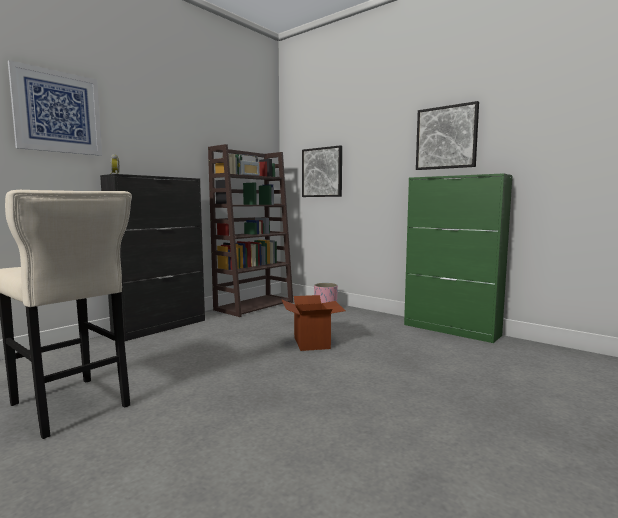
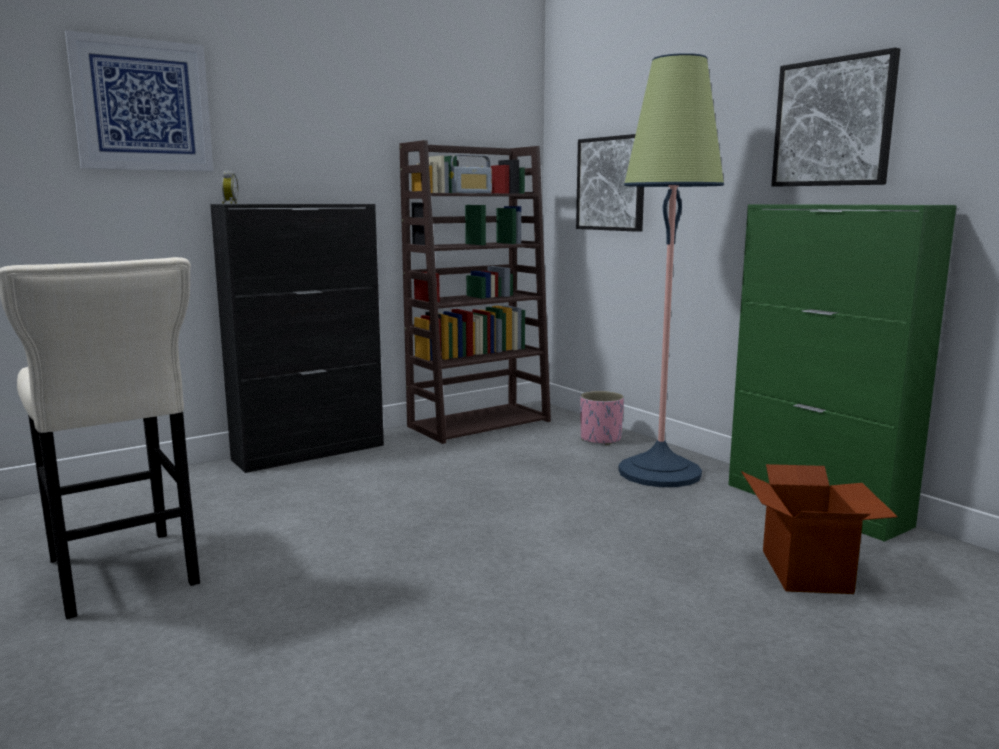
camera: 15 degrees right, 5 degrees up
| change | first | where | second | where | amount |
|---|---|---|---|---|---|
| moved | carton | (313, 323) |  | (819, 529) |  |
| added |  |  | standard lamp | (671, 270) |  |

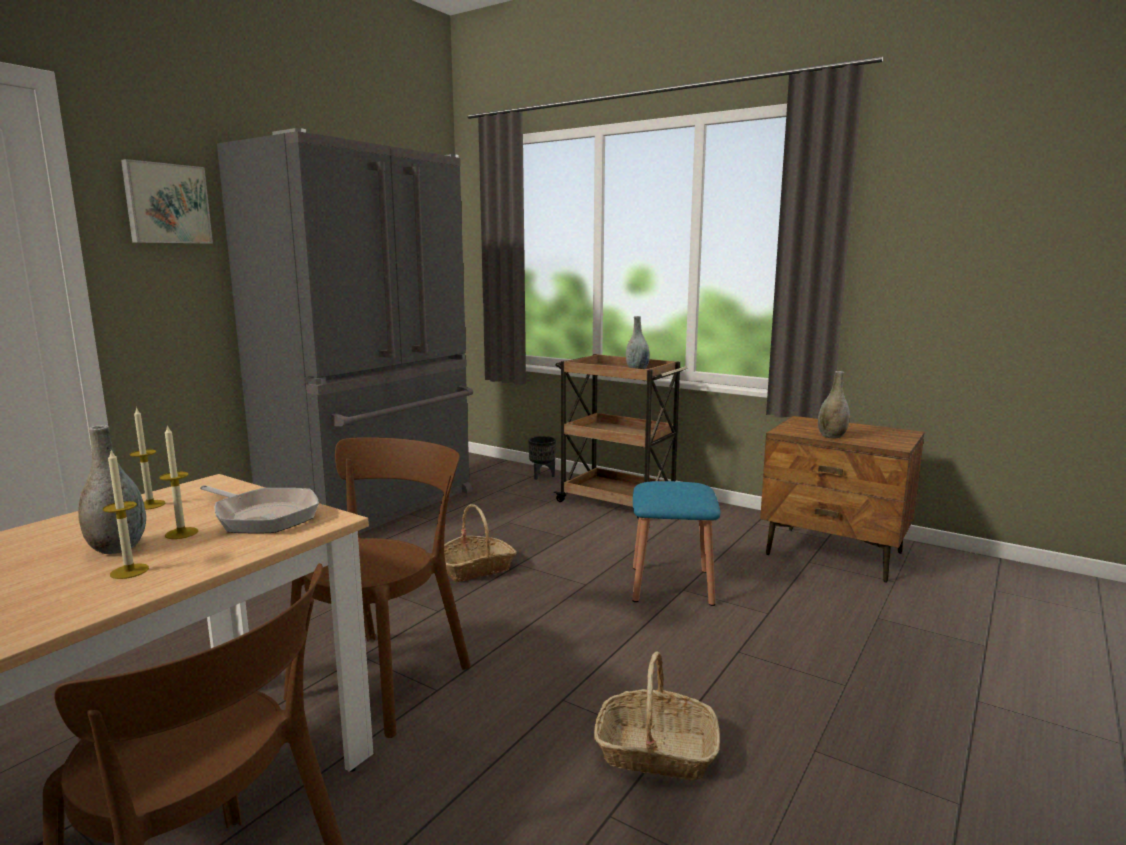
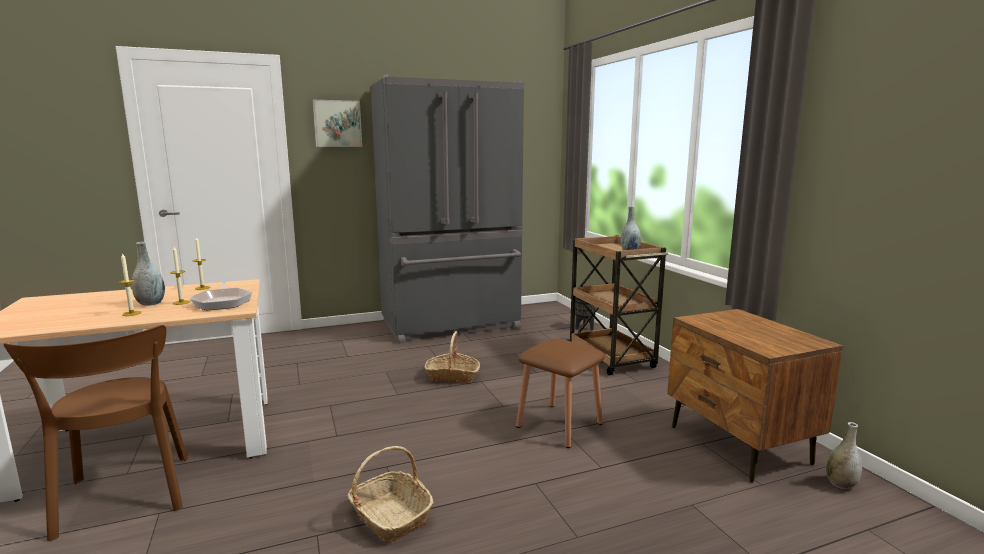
camera: 35 degrees right, 0 degrees up
| change | first | where | second | where | amount |
|---|---|---|---|---|---|
| moved | grey flower vase | (834, 404) |  | (844, 455) |  |
| removed | brown plain chair | (377, 587) |  |  |  |
| recoloured | blue stool seat | (676, 543) | brown stool seat | (560, 393) |  |

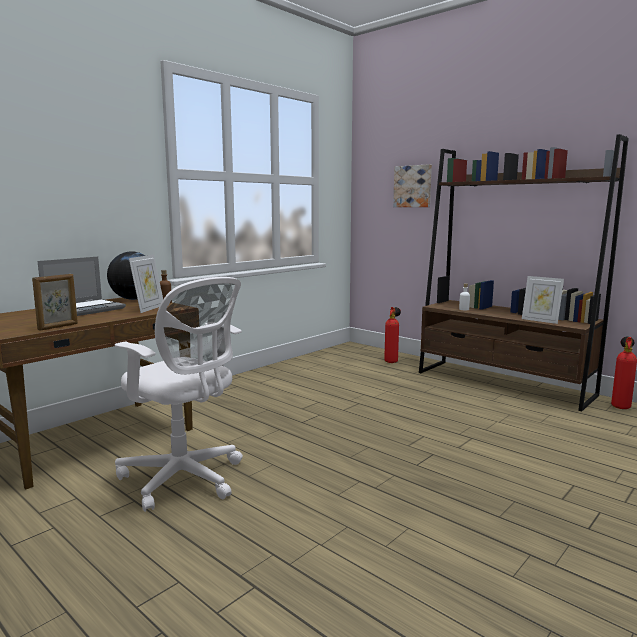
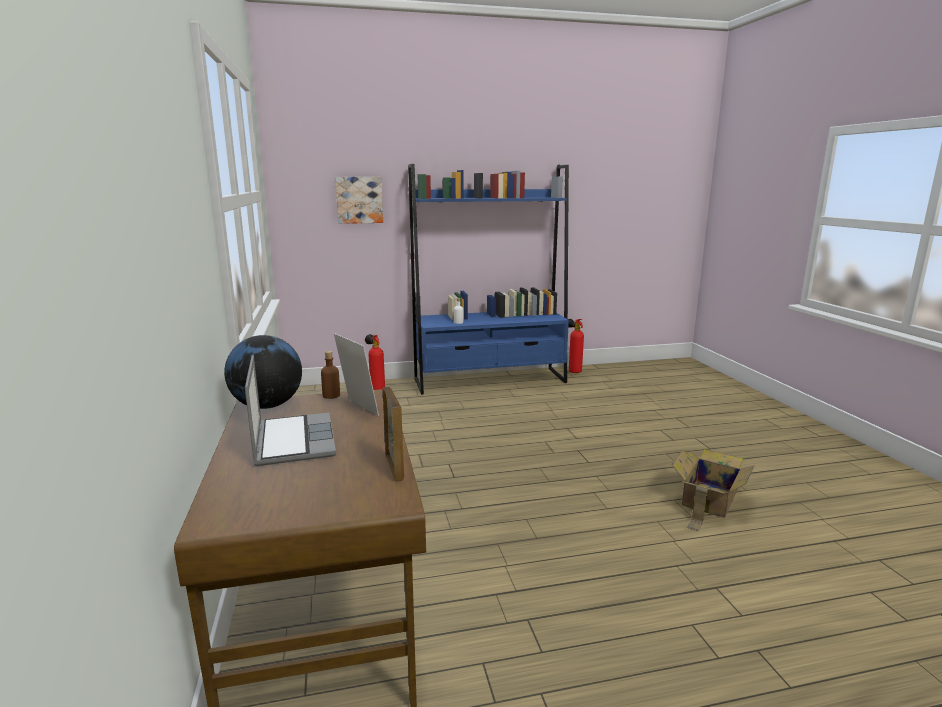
camera: 55 degrees left, 5 degrees up
| change | first | where | second | where | amount |
|---|---|---|---|---|---|
| recoloured | brown bookshelf | (524, 273) | blue bookshelf | (488, 279) |  |
| removed | standing frame | (543, 300) |  |  |  |
| removed | white-coloured office chair | (179, 394) |  |  |  |
| added |  |  | carton | (713, 490) |  |

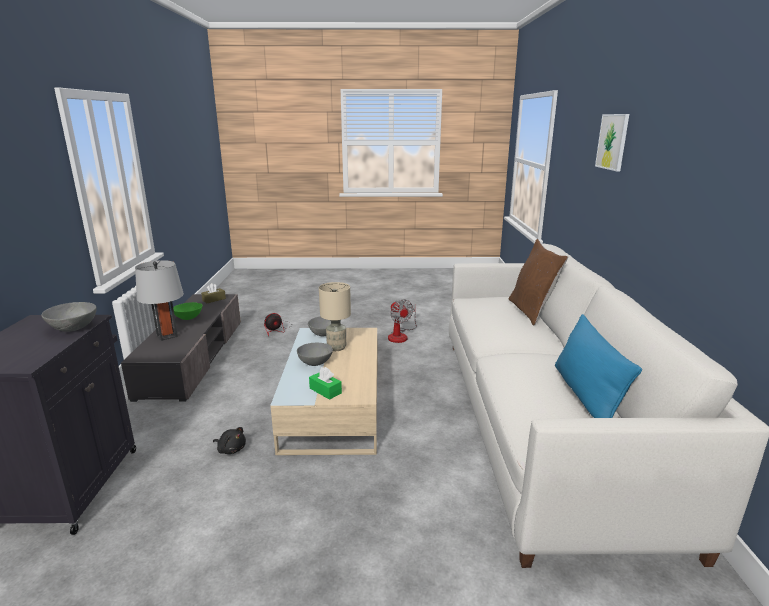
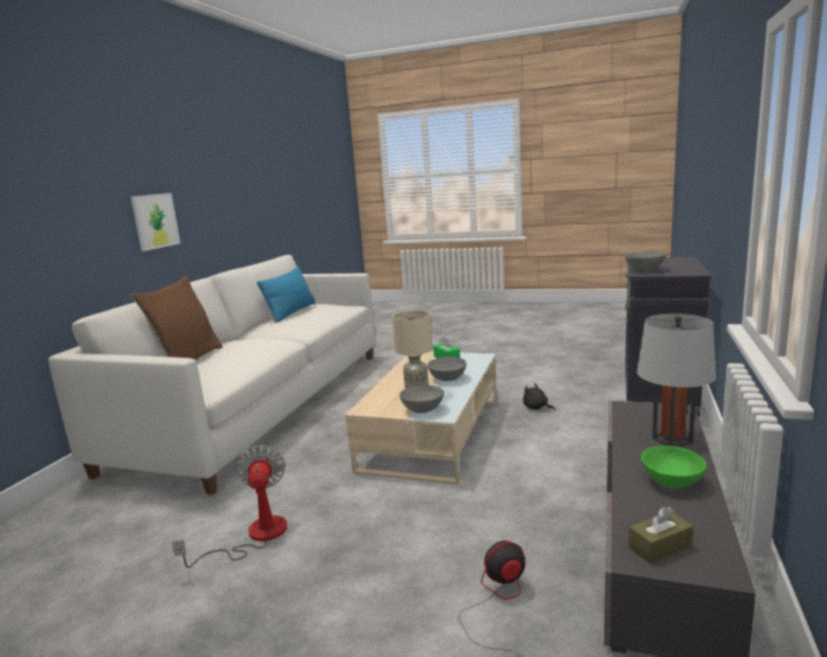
camera: 160 degrees left, 5 degrees down
| change | first | where | second | where | amount |
|---|---|---|---|---|---|
| moved | wall picture | (612, 142) |  | (156, 222) |  |

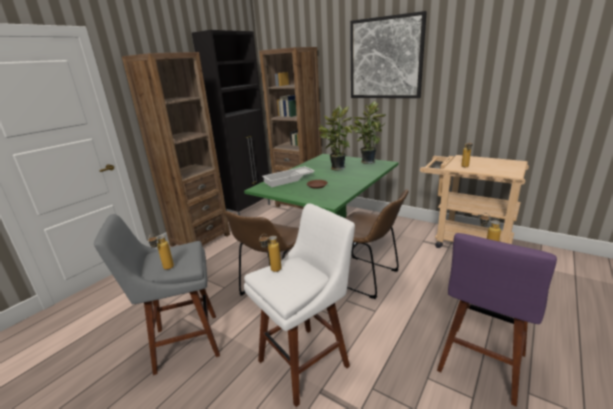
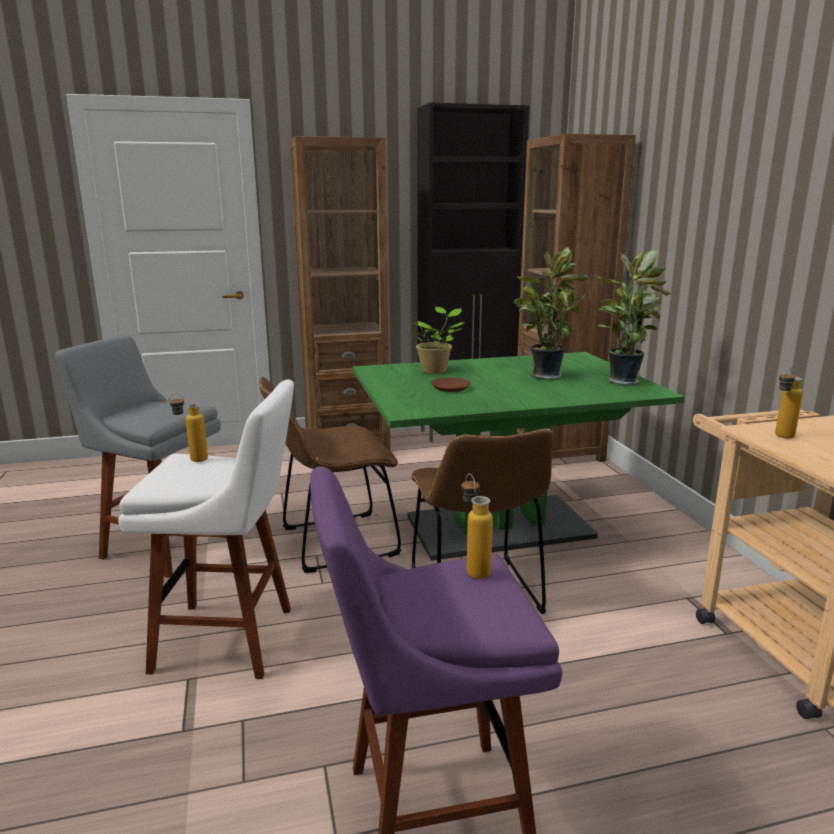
camera: 40 degrees right, 5 degrees down
| change | first | where | second | where | amount |
|---|---|---|---|---|---|
| removed | wall picture | (388, 54) |  |  |  |
| replaced | white-coloured carrying tray | (288, 176) | plant in a pot | (438, 340) |  |
| removed | bottle | (161, 252) |  |  |  |

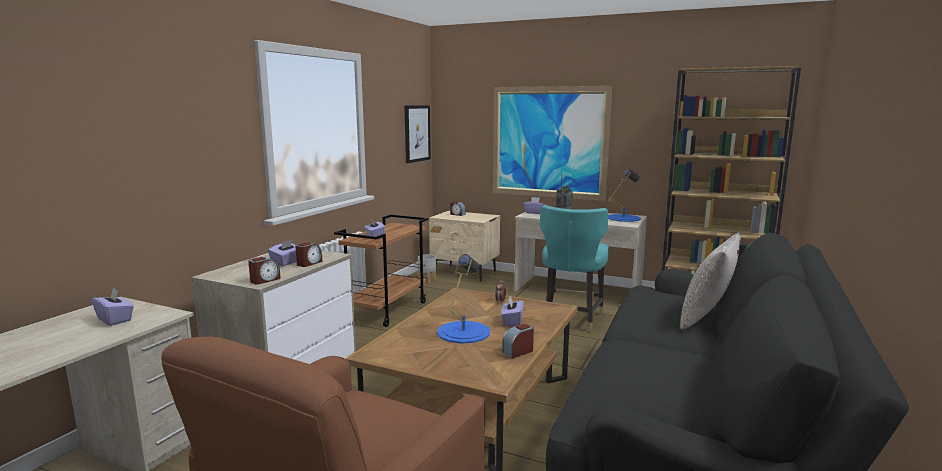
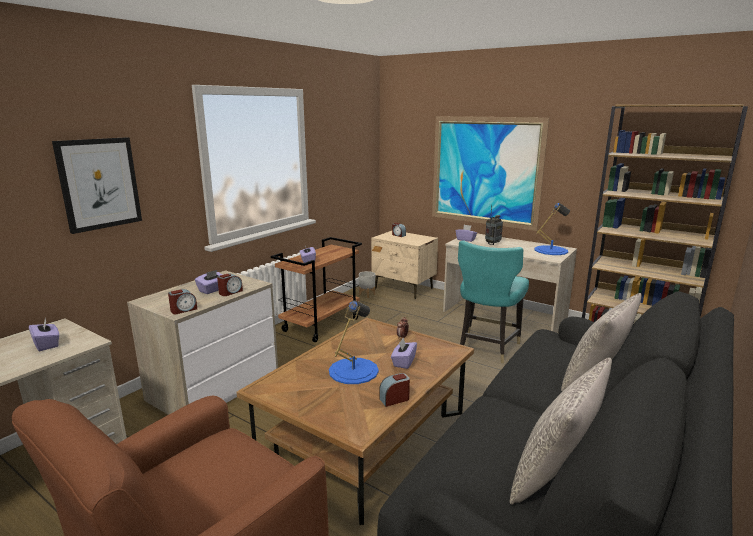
camera: 10 degrees right, 5 degrees up
| change | first | where | second | where | amount |
|---|---|---|---|---|---|
| moved | wall picture | (417, 134) |  | (97, 185) |  |
| added |  |  | grey throw pillow | (561, 431) |  |

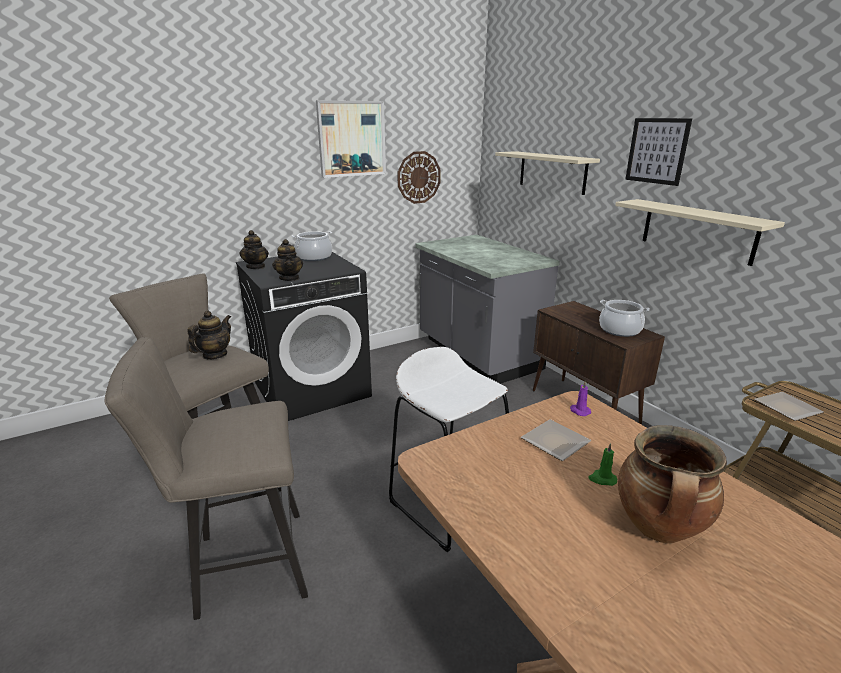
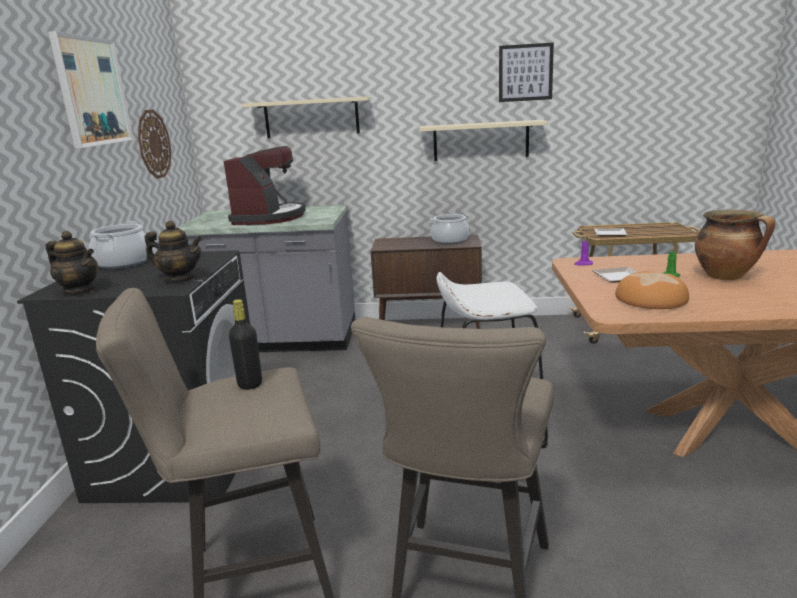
camera: 55 degrees left, 5 degrees down
| change | first | where | second | where | amount |
|---|---|---|---|---|---|
| moved | wall picture | (658, 152) |  | (526, 72) |  |
| replaced | teapot | (209, 334) | blackish bottle | (245, 344) |  |
| added |  |  | coffee machine | (264, 185) |  |
| added |  |  | baked bread | (652, 290) |  |

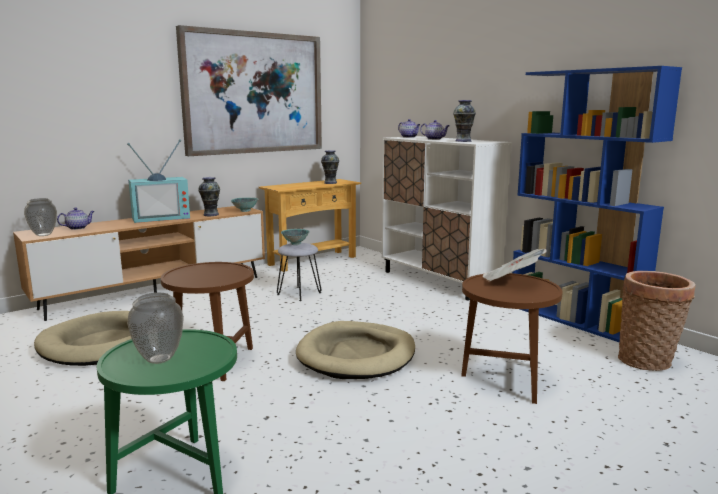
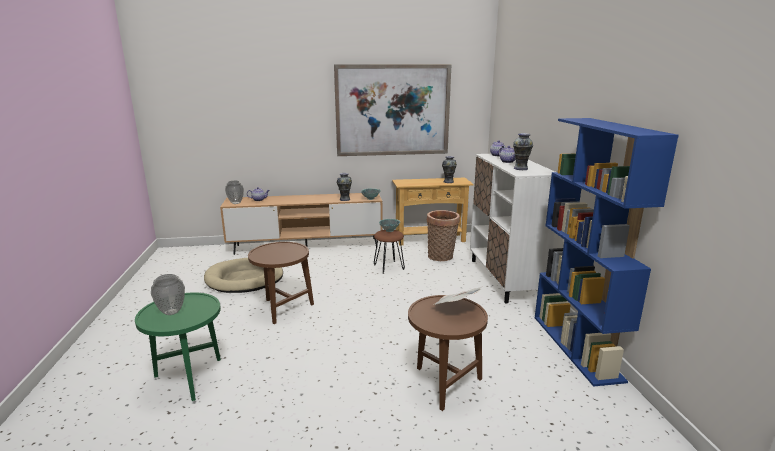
camera: 30 degrees right, 5 degrees up
| change | first | where | second | where | amount |
|---|---|---|---|---|---|
| removed | TV set | (158, 181) |  |  |  |
| recoloured | grey stool seat | (299, 272) | brown stool seat | (389, 252) |  |
| moved | storage basket | (657, 321) |  | (443, 235) |  |
| removed | beige-coloured pet bed | (355, 350) |  |  |  |

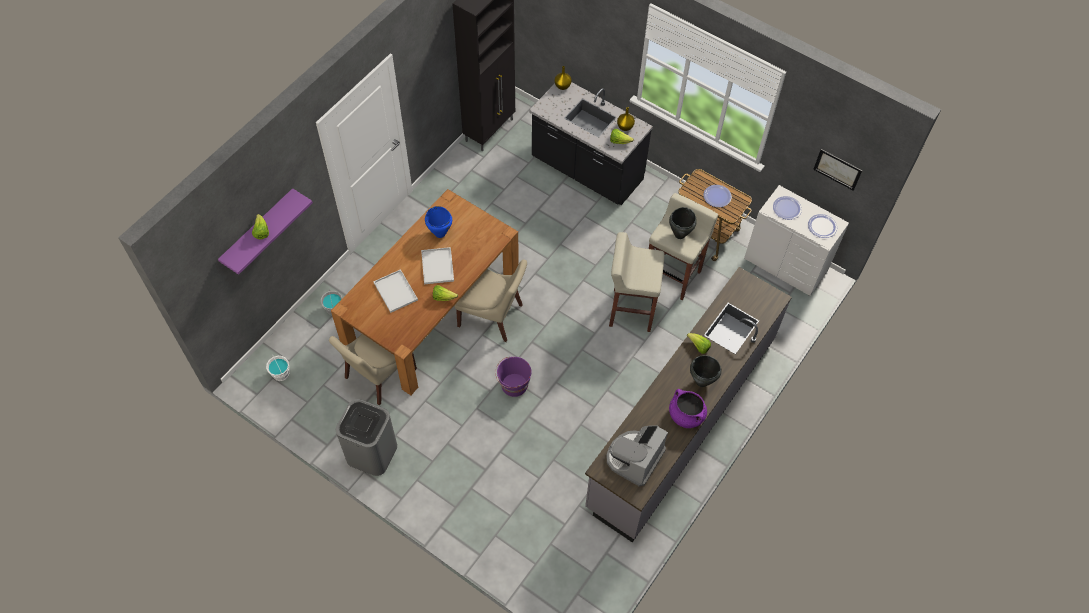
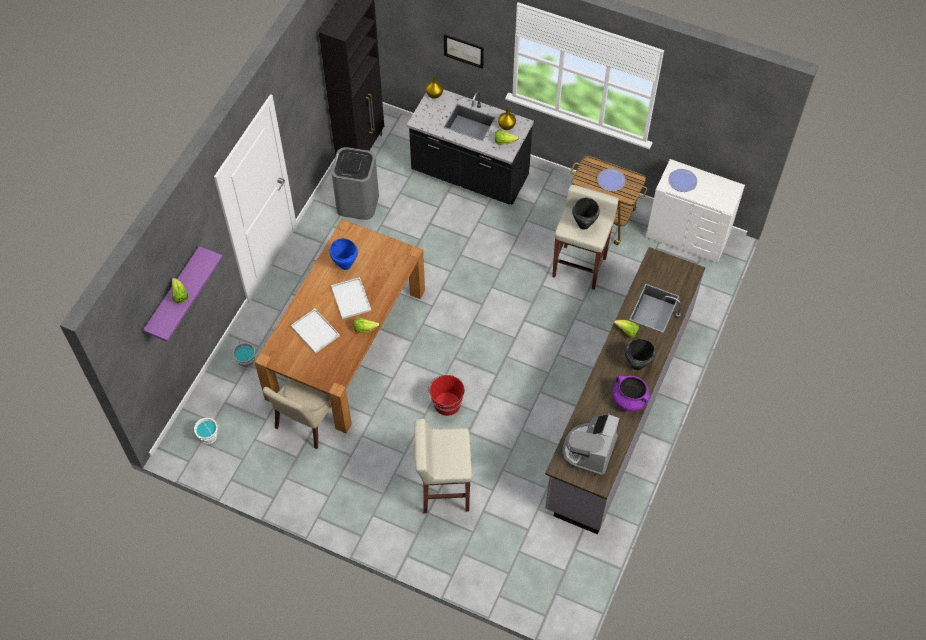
camera: 10 degrees left, 0 degrees up
| change | first | where | second | where | amount |
|---|---|---|---|---|---|
| moved | wall picture | (837, 170) |  | (464, 51) |  |
| removed | dinner plate | (822, 226) |  |  |  |
| moved | beige-coloured stool seat | (637, 282) |  | (443, 466) |  |
| removed | beige-coloured plain chair | (491, 300) |  |  |  |
| recoloured | purplish water bucket | (513, 377) | red-coloured water bucket | (446, 395) |  |
| moved | grey waste bin | (366, 437) |  | (355, 183) |  |

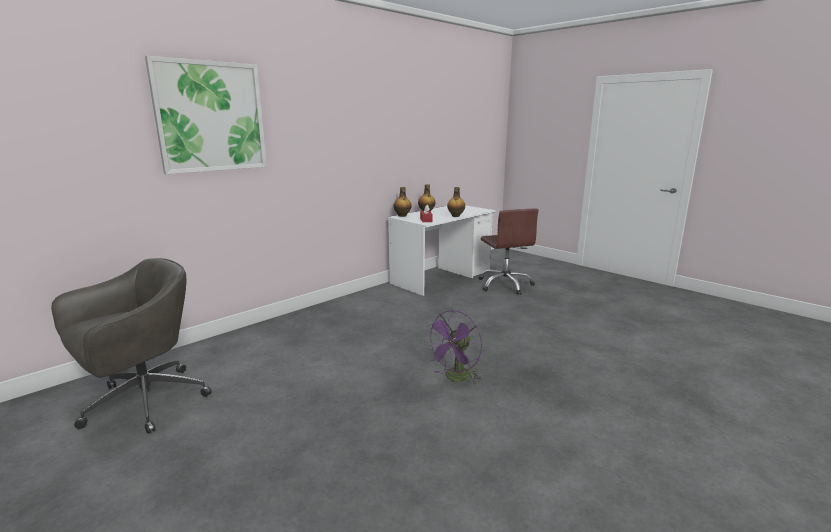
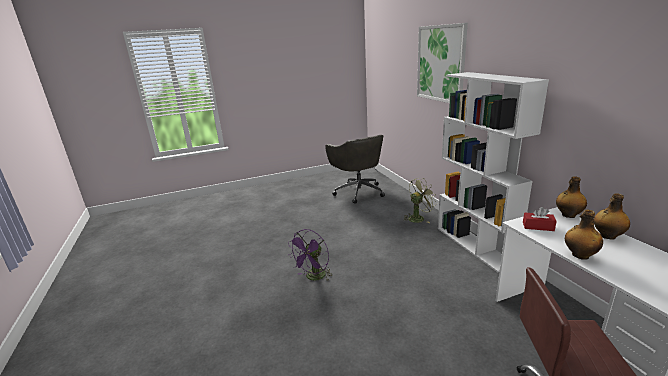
camera: 115 degrees right, 5 degrees up
| change | first | where | second | where | amount |
|---|---|---|---|---|---|
| turned | purplish cooling fan | (453, 347) |  | (310, 255) | 120 degrees counterclockwise |
| added |  |  | white-coloured bookshelf | (493, 172) |  |
| added |  |  | green-coloured cooling fan | (420, 200) |  |

